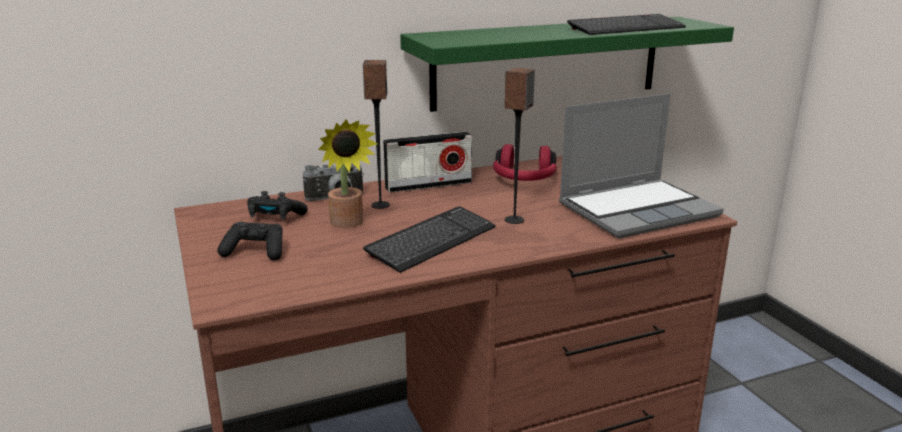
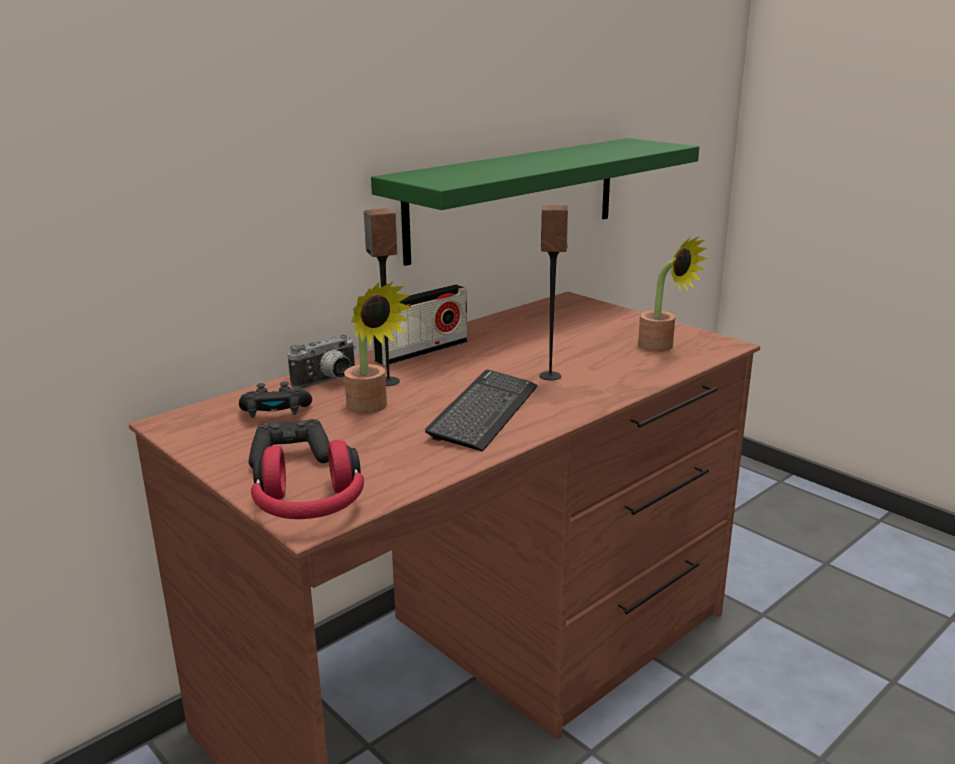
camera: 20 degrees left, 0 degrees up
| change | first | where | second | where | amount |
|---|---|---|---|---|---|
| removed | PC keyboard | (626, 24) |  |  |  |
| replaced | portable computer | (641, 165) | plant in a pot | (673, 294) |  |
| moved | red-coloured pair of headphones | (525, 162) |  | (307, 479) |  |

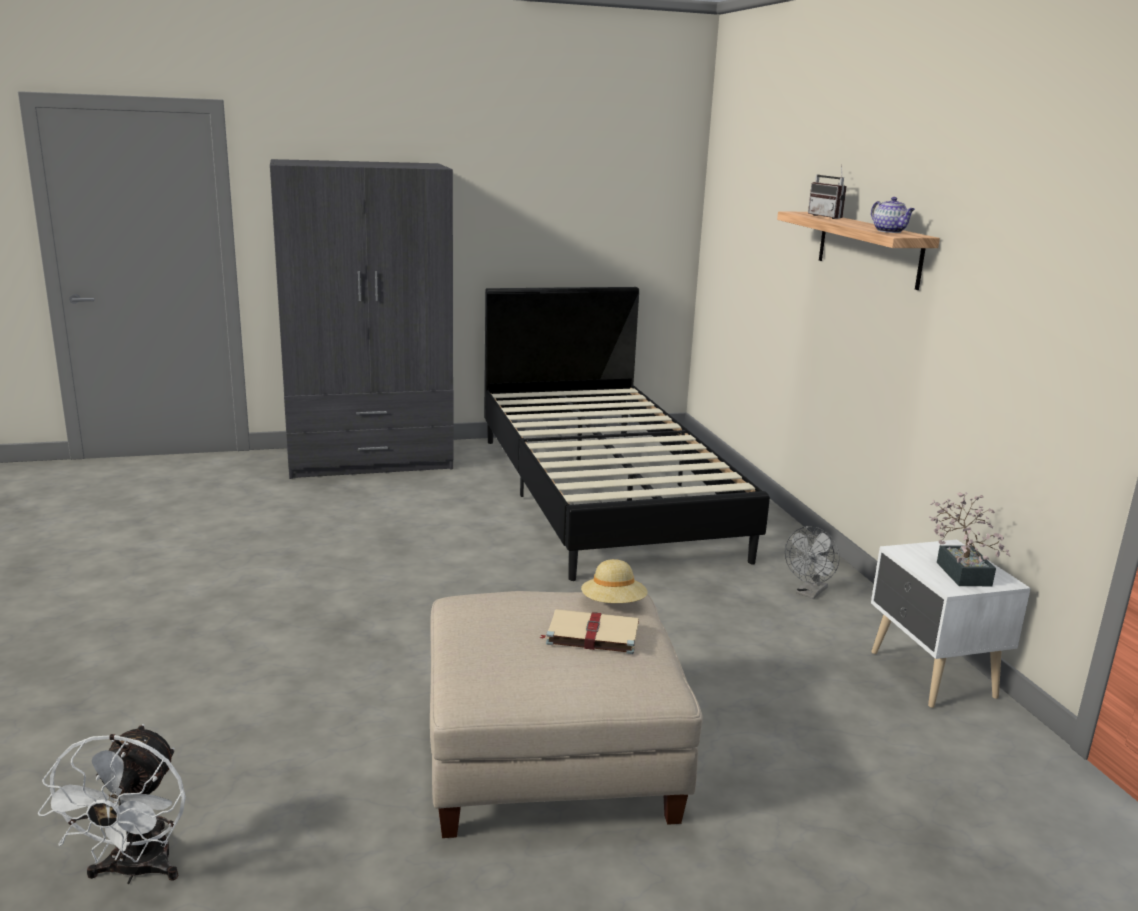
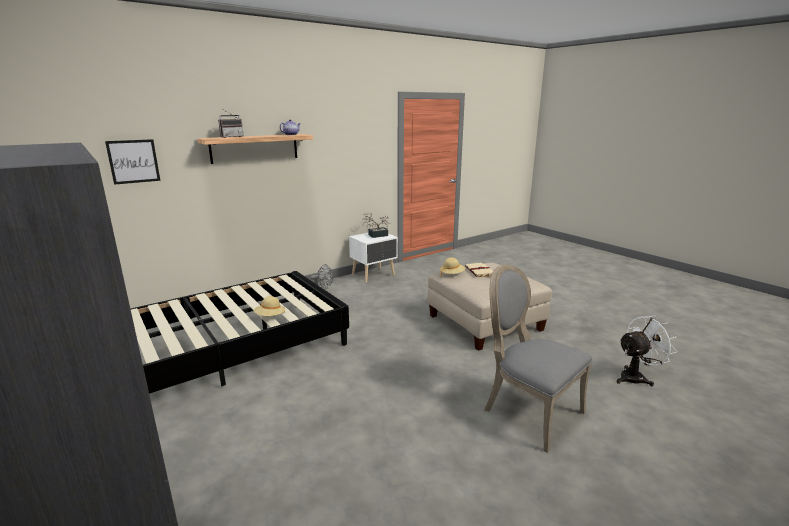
camera: 110 degrees left, 0 degrees up
| change | first | where | second | where | amount |
|---|---|---|---|---|---|
| added |  |  | wall picture | (132, 162) |  |
| added |  |  | grey plain chair | (538, 359) |  |
| added |  |  | beige-coloured clothing hat | (269, 306) |  |

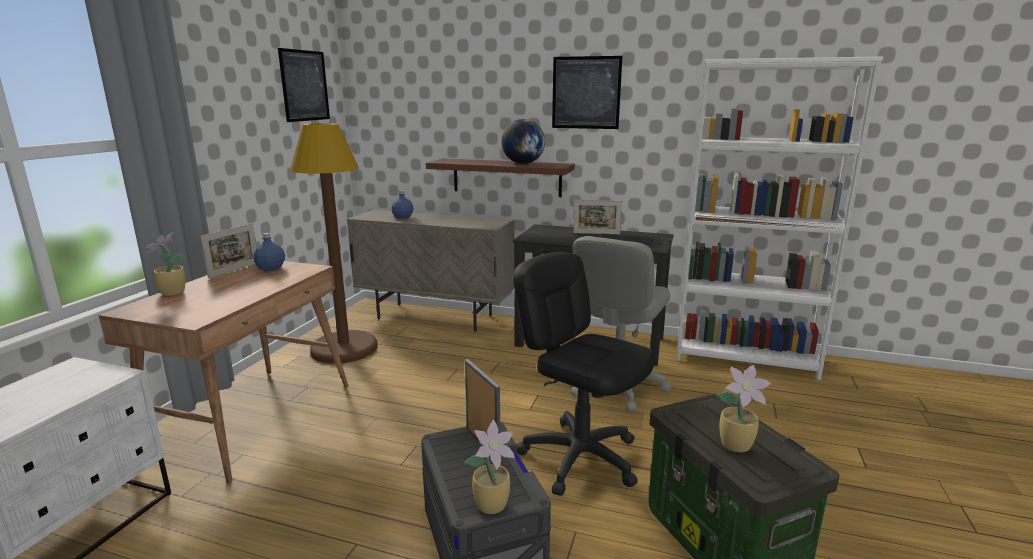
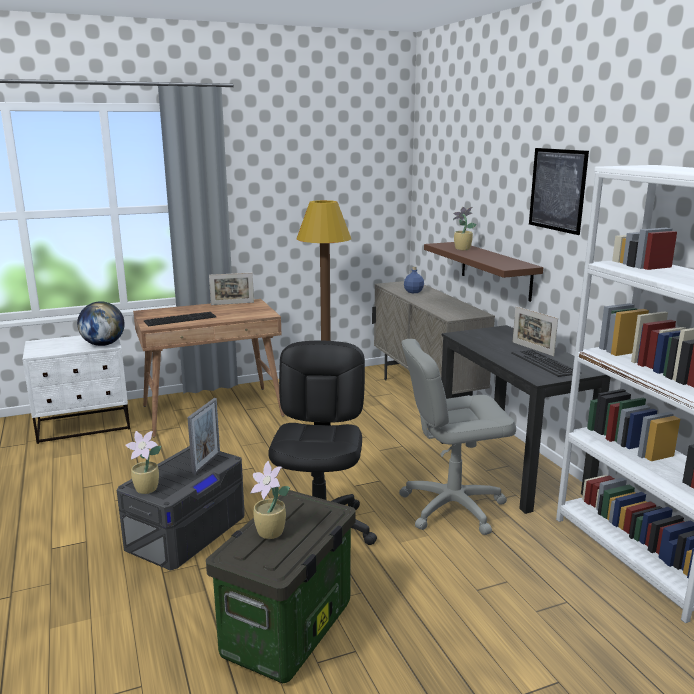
camera: 50 degrees right, 0 degrees up
| change | first | where | second | where | amount |
|---|---|---|---|---|---|
| removed | wall picture | (304, 85) |  |  |  |
| moved | world globe | (523, 141) |  | (101, 323) |  |
| moved | plant in a pot | (166, 264) |  | (465, 228) |  |
| removed | blue bottle | (269, 252) |  |  |  |
| added |  |  | PC keyboard | (180, 319) |  |

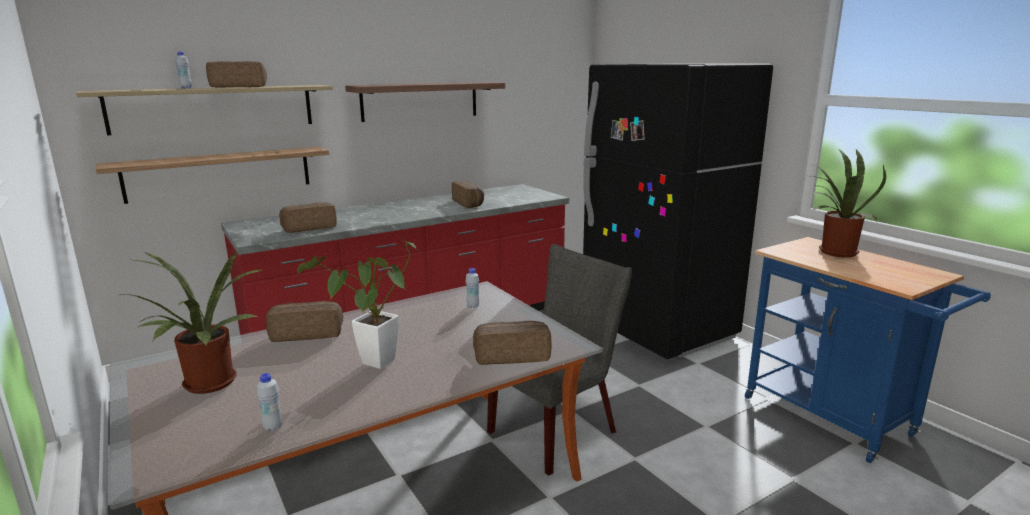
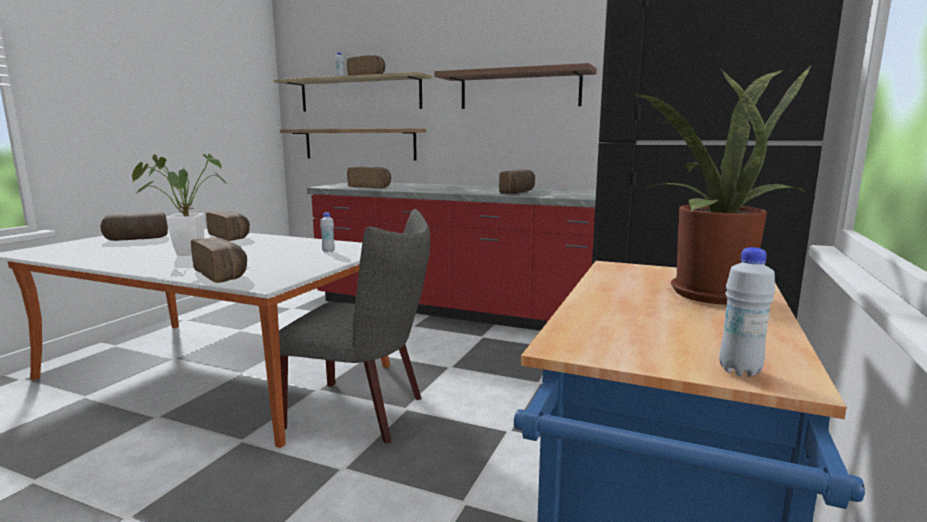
camera: 55 degrees right, 5 degrees down
| change | first | where | second | where | amount |
|---|---|---|---|---|---|
| replaced | plant in a pot | (193, 322) | baked bread | (134, 226) |  |
| moved | white-coloured bottle | (270, 402) |  | (747, 312) |  |

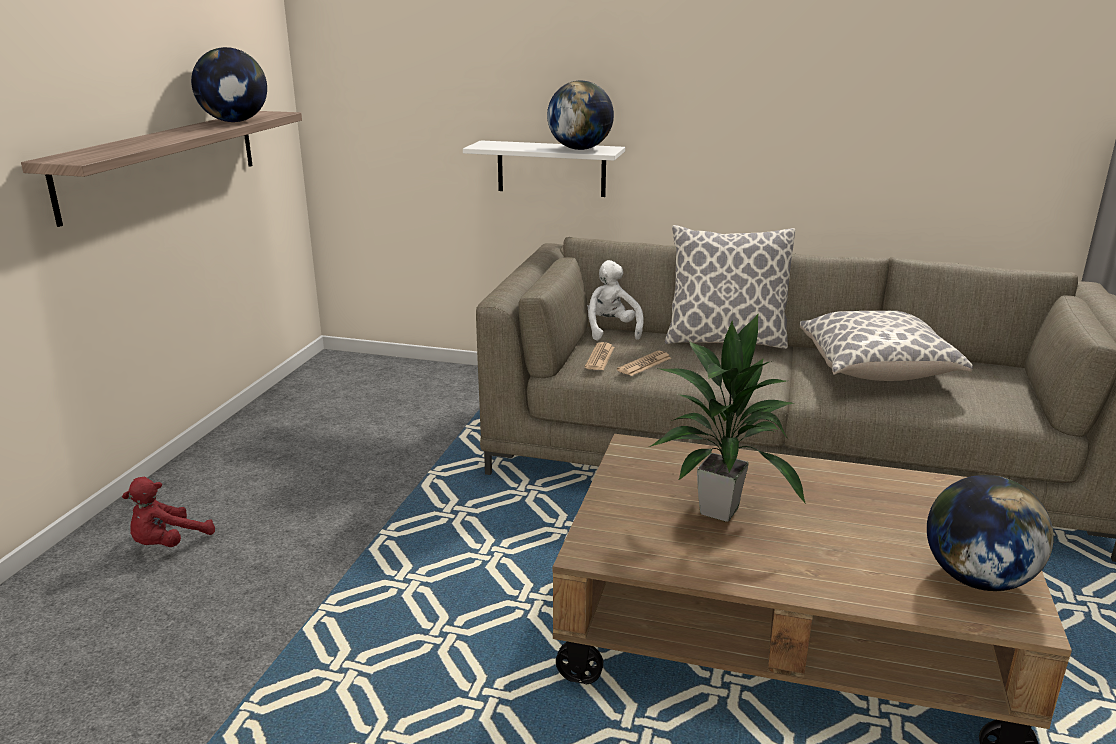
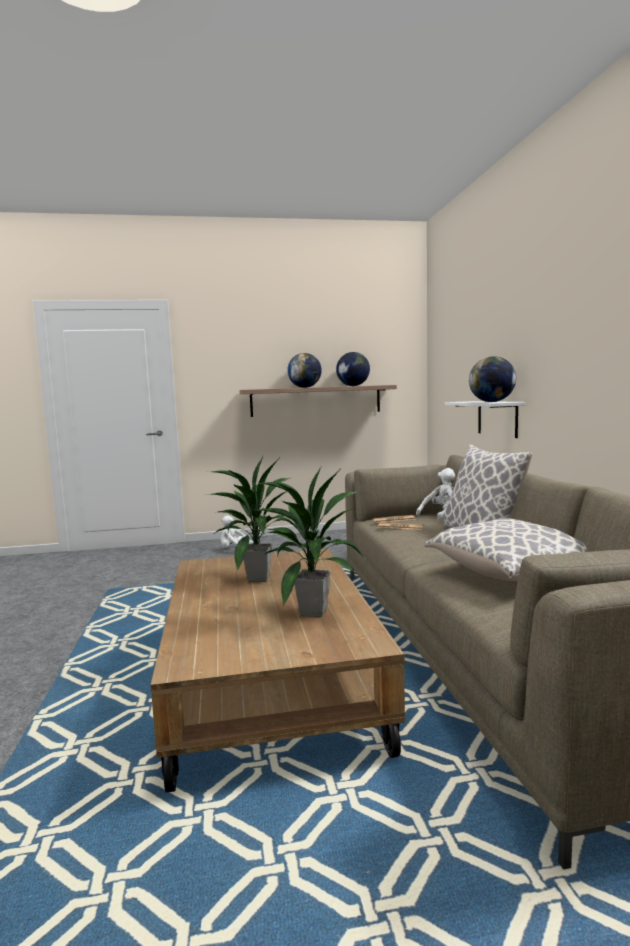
camera: 65 degrees right, 15 degrees down
| change | first | where | second | where | amount |
|---|---|---|---|---|---|
| moved | world globe | (990, 533) |  | (304, 370) |  |
| recoloured | red-coloured soft toy | (168, 512) | white-coloured soft toy | (237, 532) |  |
| added |  |  | plant in a pot | (312, 541) |  |

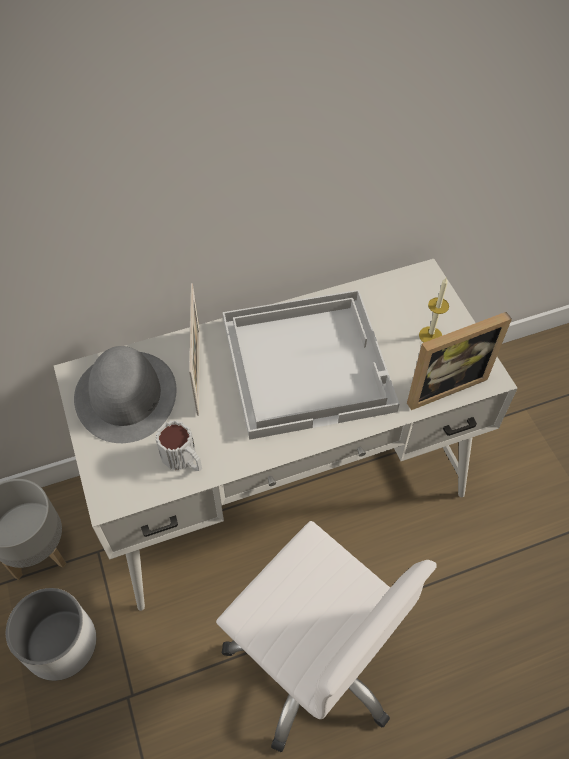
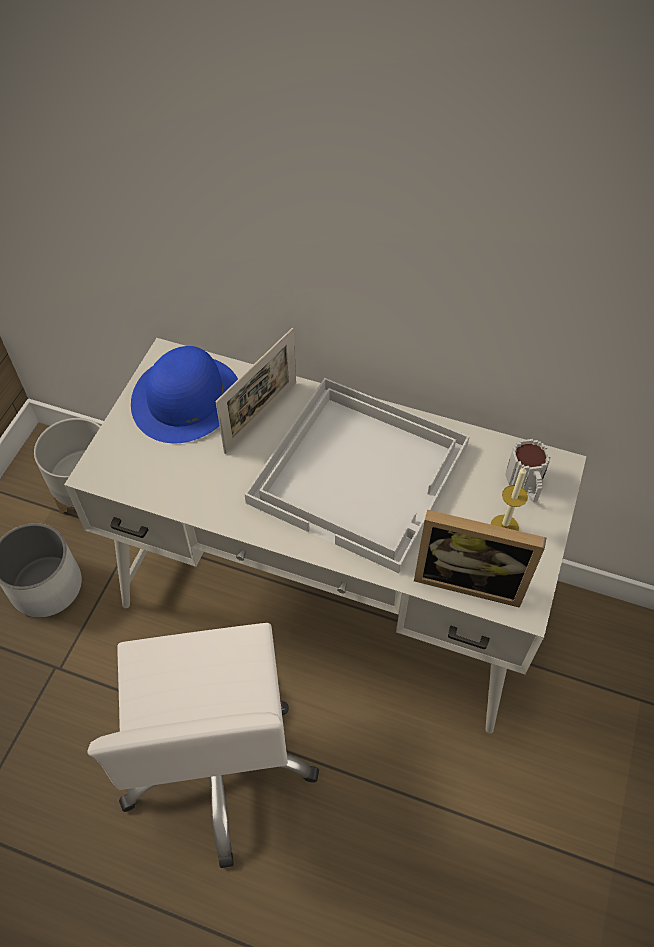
camera: 40 degrees right, 0 degrees up
| change | first | where | second | where | amount |
|---|---|---|---|---|---|
| recoloured | grey clothing hat | (125, 394) | blue clothing hat | (184, 394) |  |
| moved | mug | (179, 445) |  | (528, 470) |  |

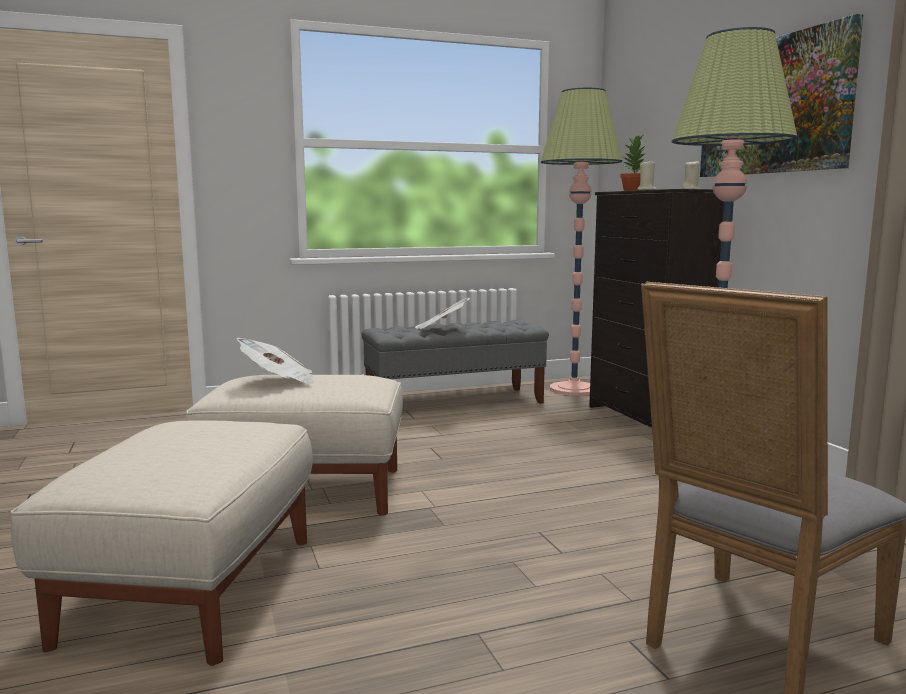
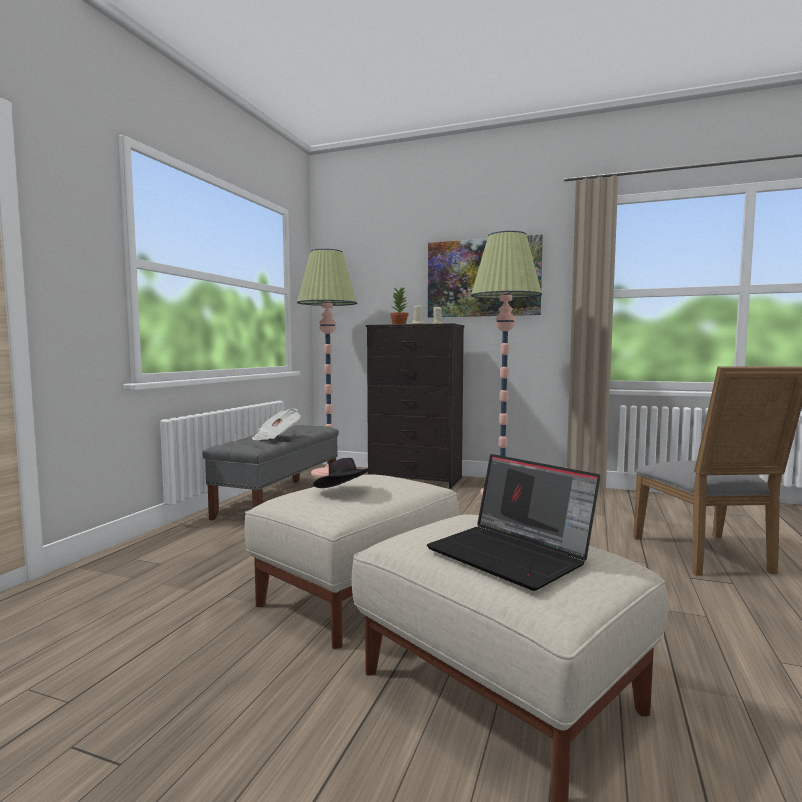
camera: 50 degrees left, 5 degrees down
| change | first | where | second | where | amount |
|---|---|---|---|---|---|
| replaced | daily paper | (275, 361) | blackish clothing hat | (342, 473) |  |
| added |  |  | portable computer | (513, 522) |  |

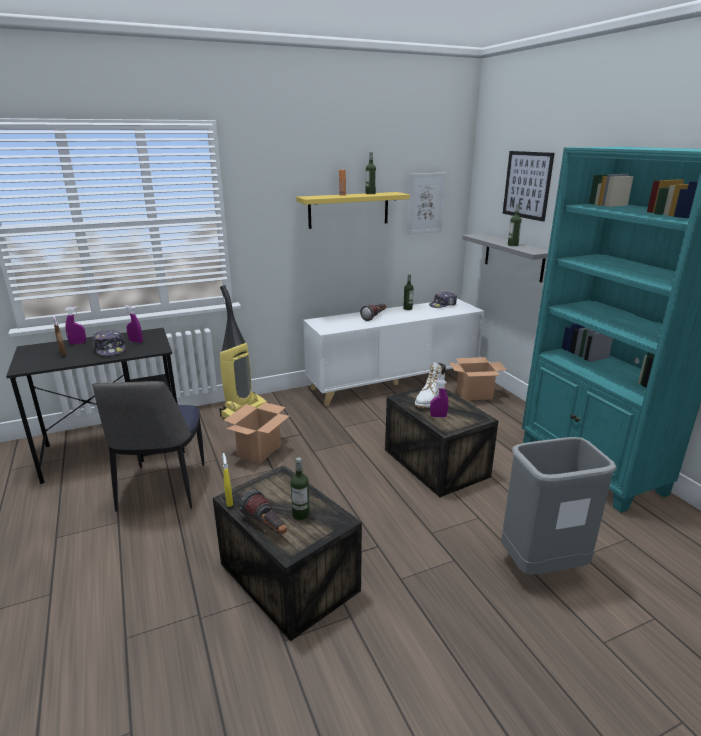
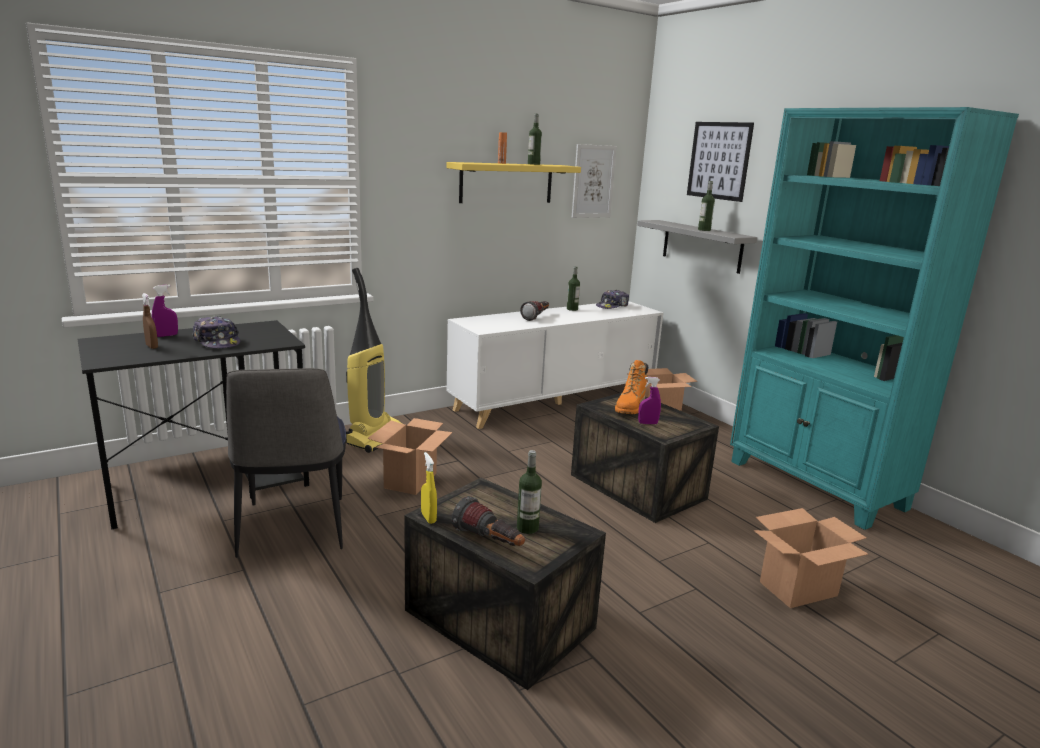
camera: 10 degrees left, 5 degrees down
| change | first | where | second | where | amount |
|---|---|---|---|---|---|
| removed | purplish spray bottle | (133, 324) |  |  |  |
| recoloured | white-coloured boot | (430, 385) | orangey boot | (631, 387) |  |
| replaced | grey waste bin | (559, 506) | carton | (810, 558) |  |

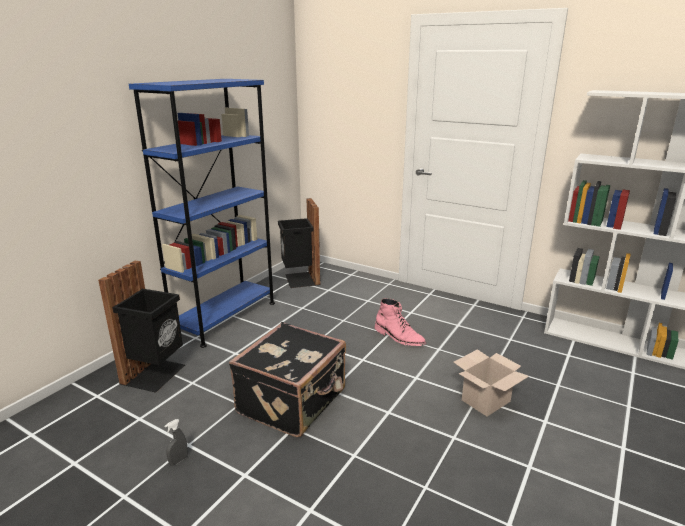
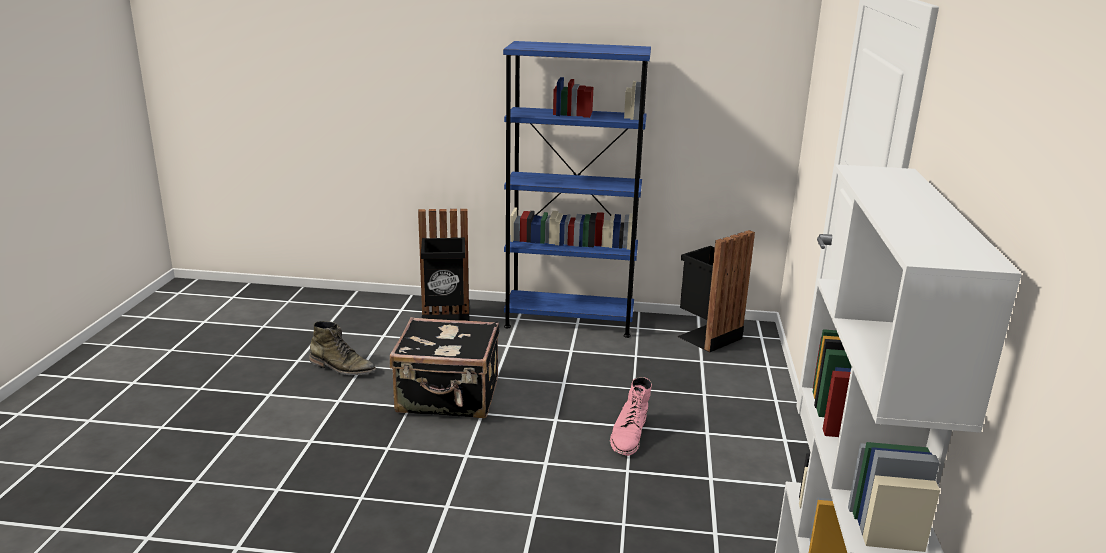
camera: 65 degrees right, 0 degrees up
| change | first | where | second | where | amount |
|---|---|---|---|---|---|
| removed | carton | (491, 382) |  |  |  |
| replaced | grey spray bottle | (176, 442) | green-coloured boot | (342, 348) |  |

